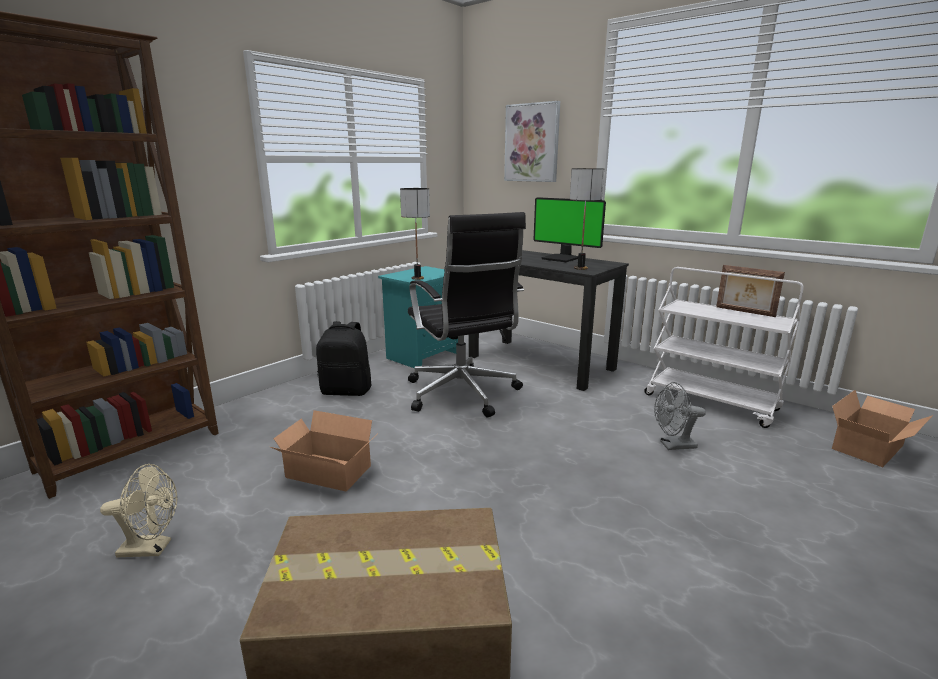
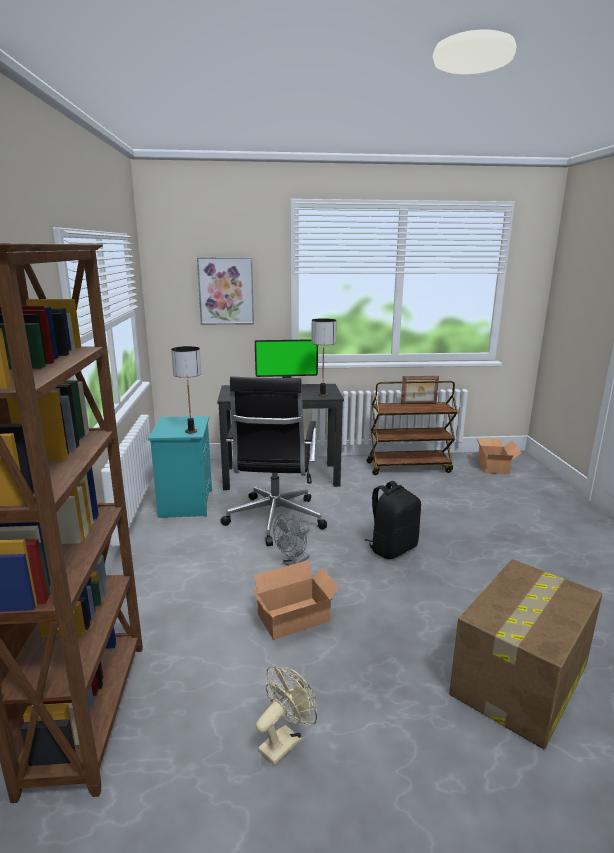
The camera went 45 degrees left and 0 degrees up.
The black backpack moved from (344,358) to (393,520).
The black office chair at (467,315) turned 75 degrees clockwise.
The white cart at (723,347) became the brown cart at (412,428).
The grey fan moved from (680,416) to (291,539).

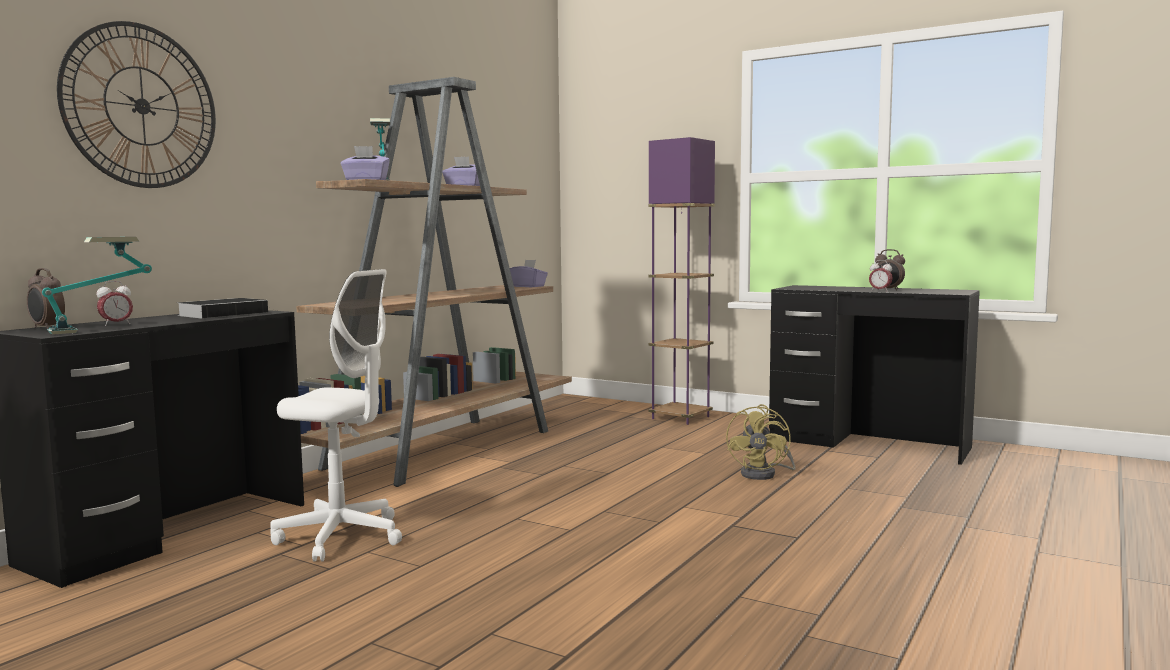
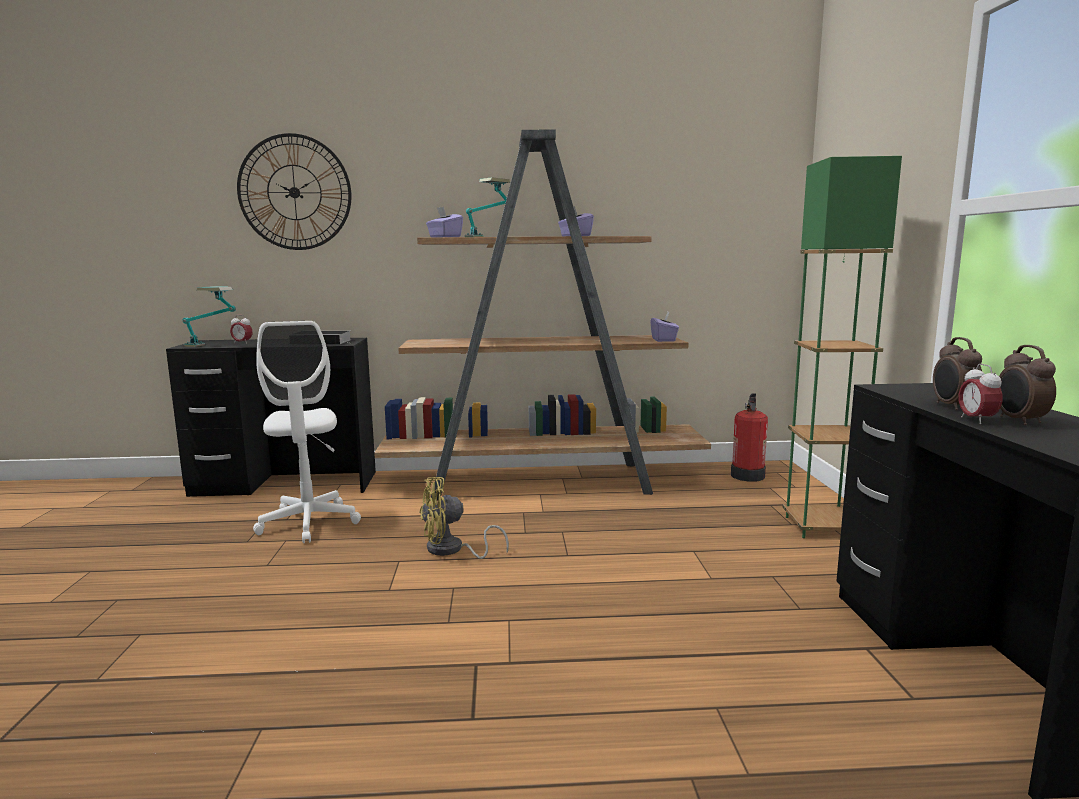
The camera went 55 degrees right and 5 degrees up.
The alarm clock moved from (46,298) to (957,373).
The purple floor lamp at (681,281) became the green floor lamp at (842,347).
The yellow fan moved from (761,442) to (464,518).
The fire extinguisher at (749,438) appeared.

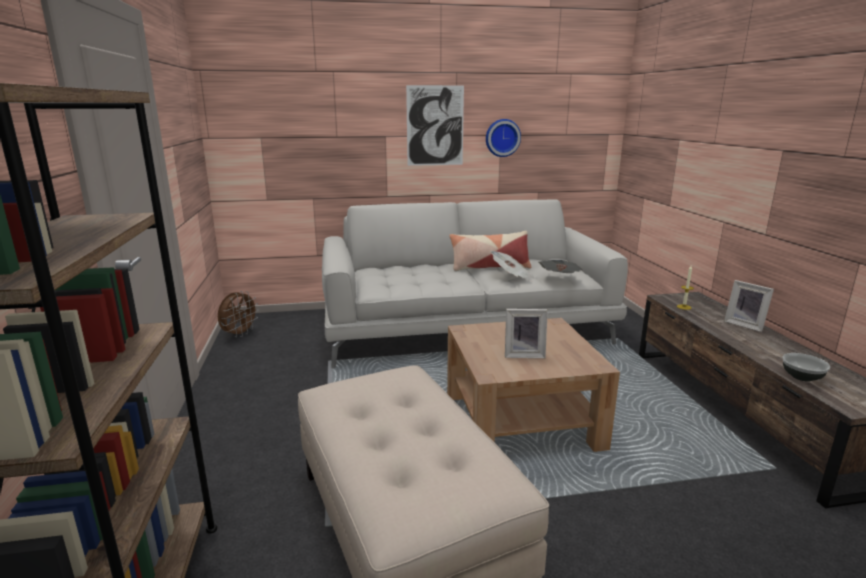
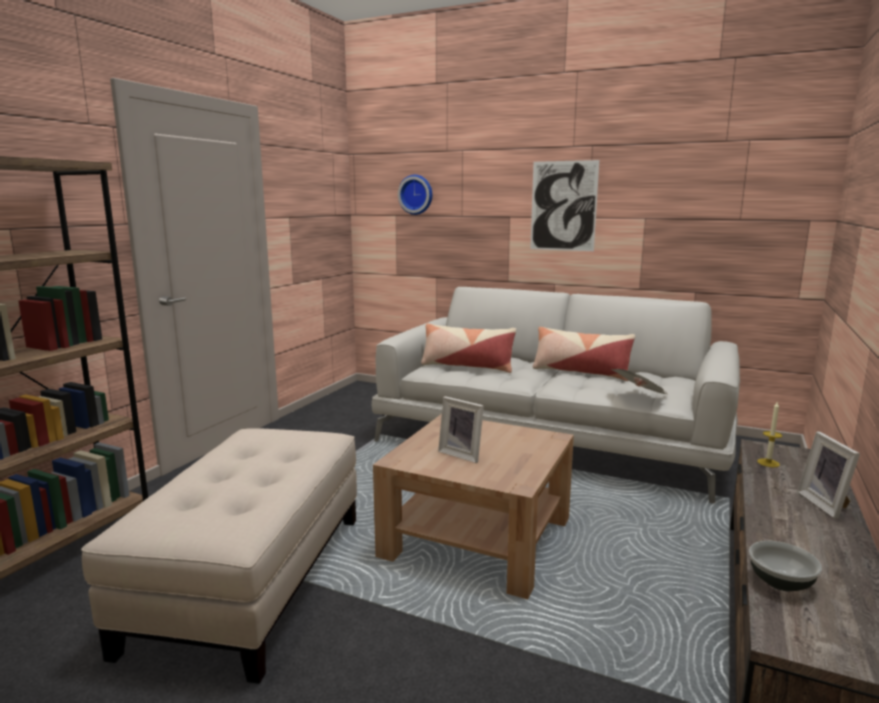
The camera went 35 degrees right and 5 degrees down.
The brown fan at (238,314) disappeared.
The wall clock moved from (503,138) to (415,195).
The newspaper at (511,266) disappeared.
The pillow at (468,348) appeared.

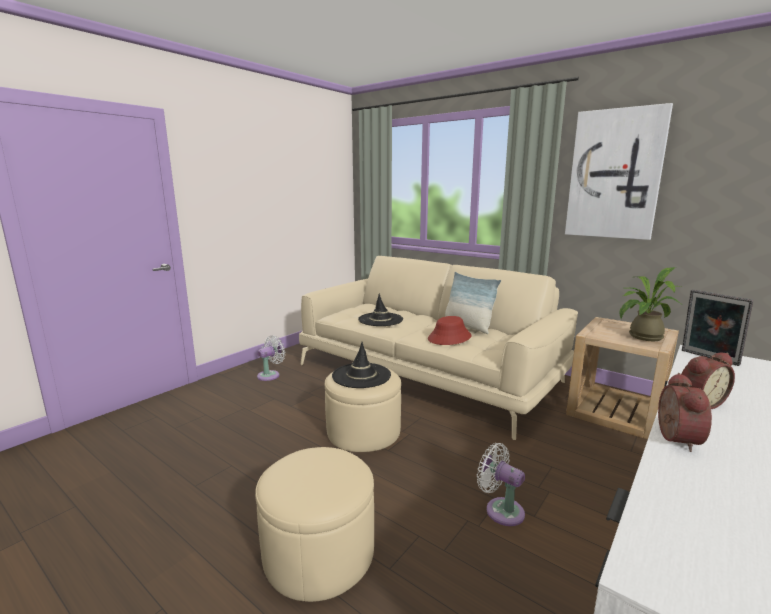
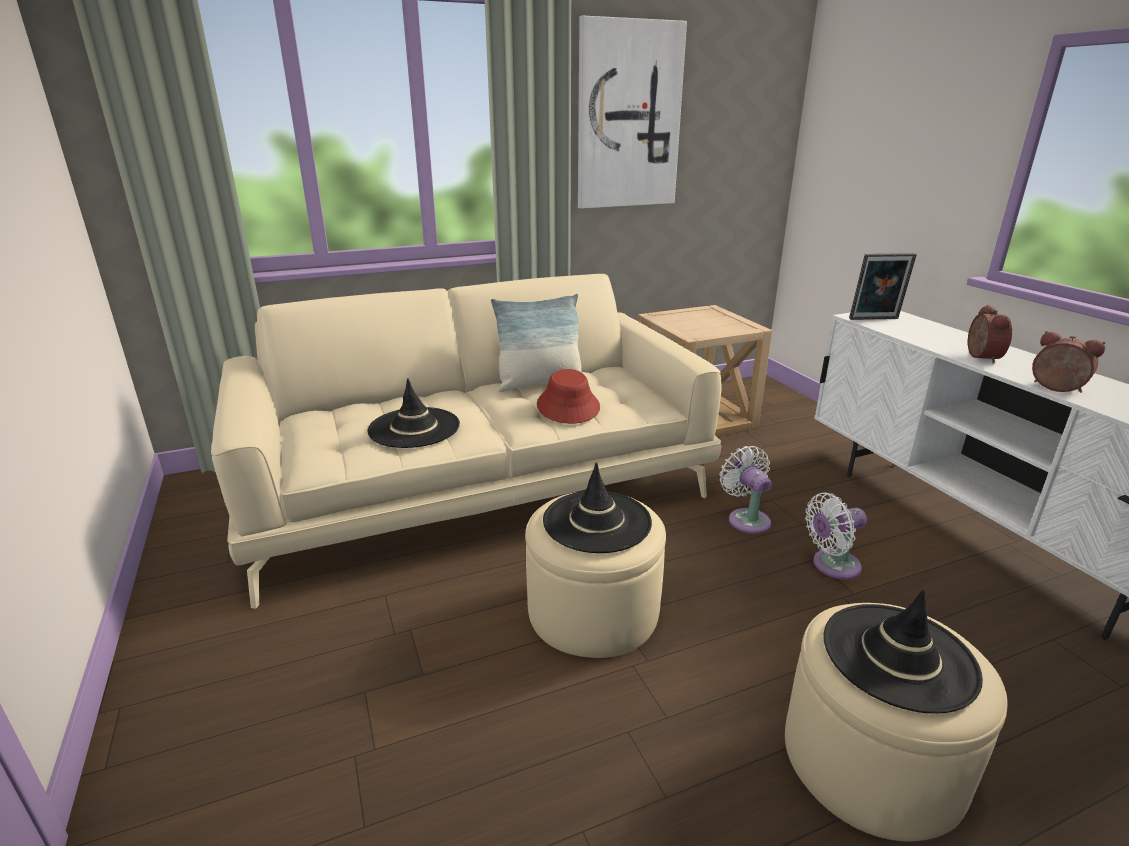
The camera went 60 degrees left and 10 degrees up.
The white fan moved from (271,358) to (746,490).
The potted plant at (650,304) disappeared.
The black hat at (903,651) appeared.

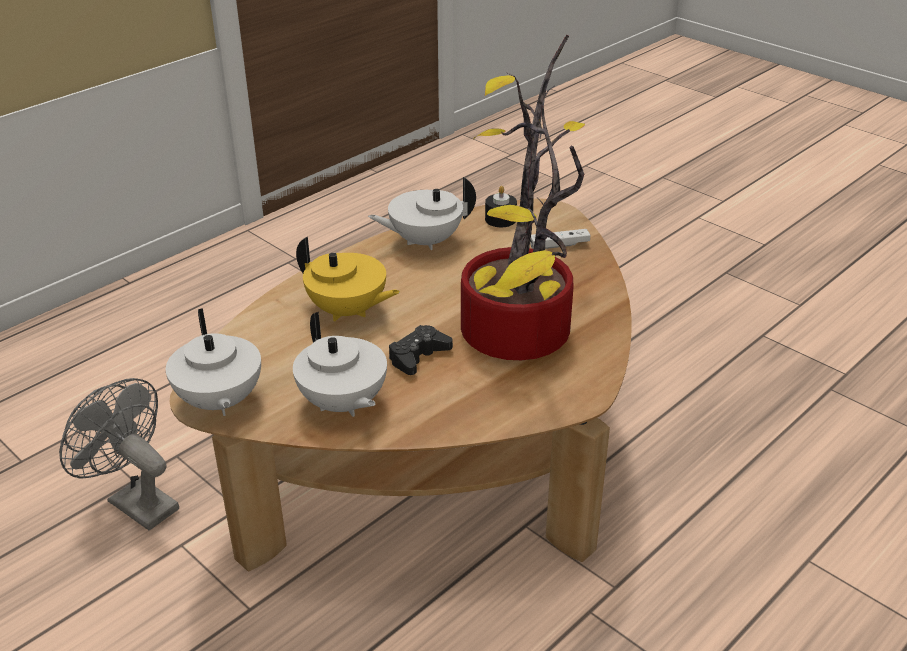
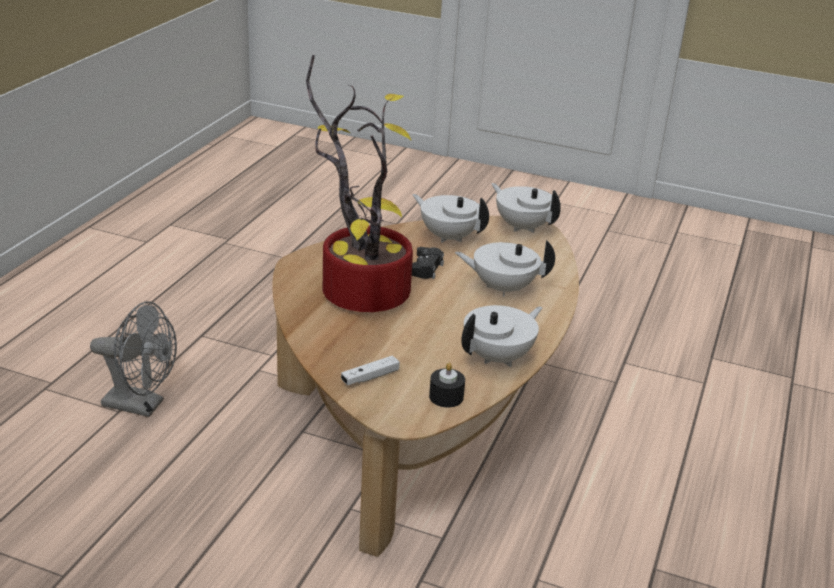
The camera went 155 degrees right and 5 degrees down.
The grey fan moved from (119,454) to (133,359).
The yellow teapot at (348,278) became the white teapot at (505,268).

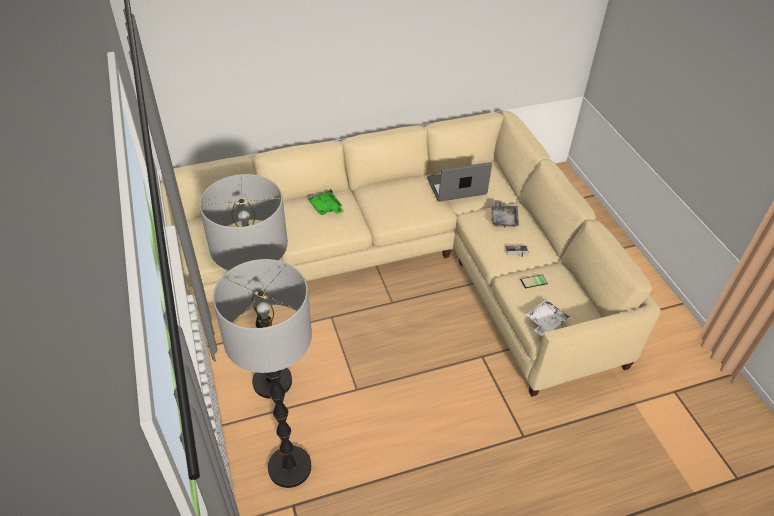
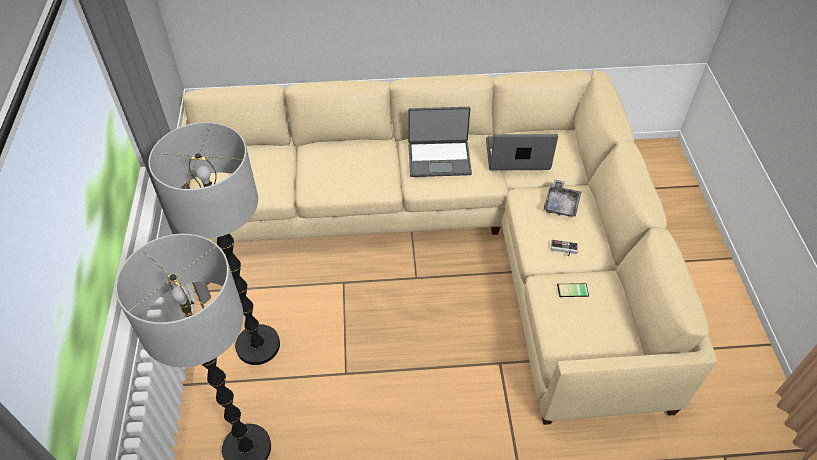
The camera went 15 degrees right and 5 degrees up.
The green tray at (325,202) disappeared.
The white tray at (547,318) disappeared.
The laptop at (440,142) appeared.

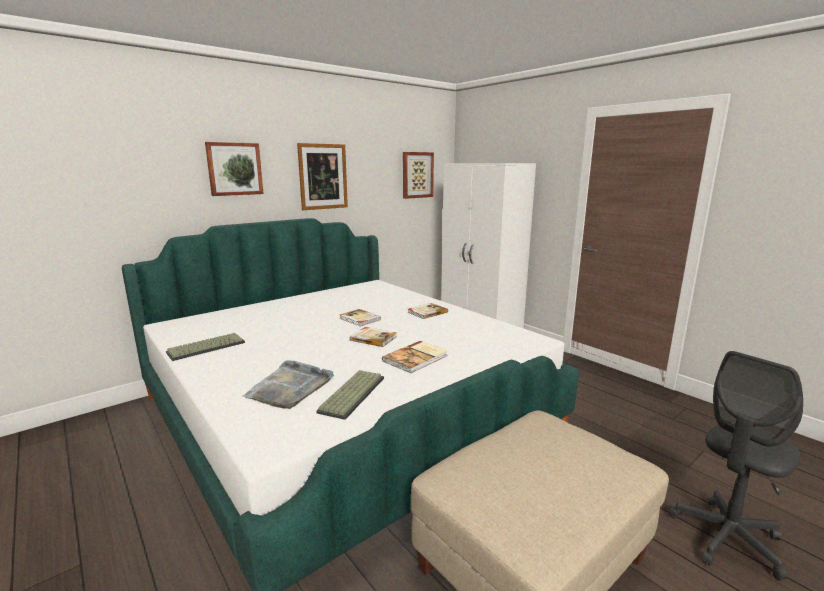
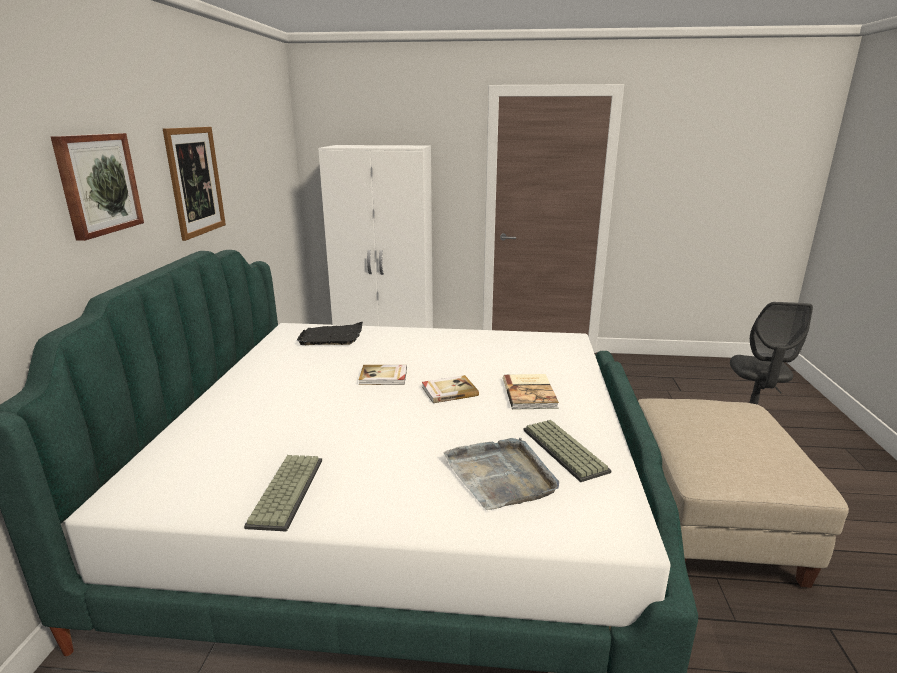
The camera went 45 degrees left and 5 degrees up.
The picture at (418,175) disappeared.
The book at (428,311) disappeared.
The black tray at (330,333) appeared.

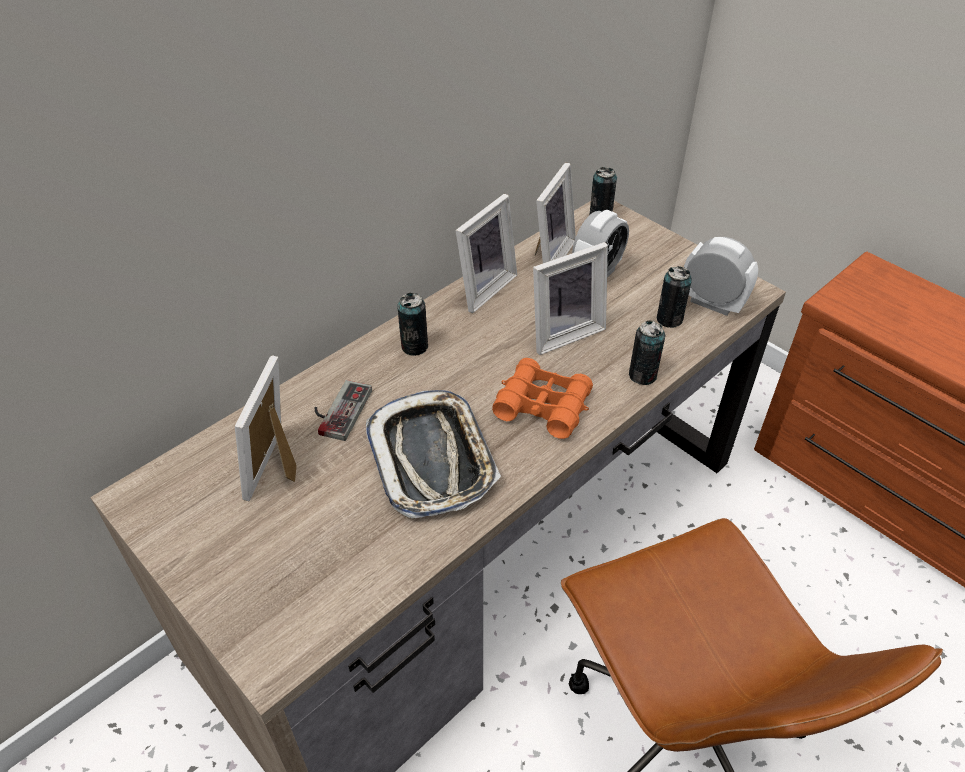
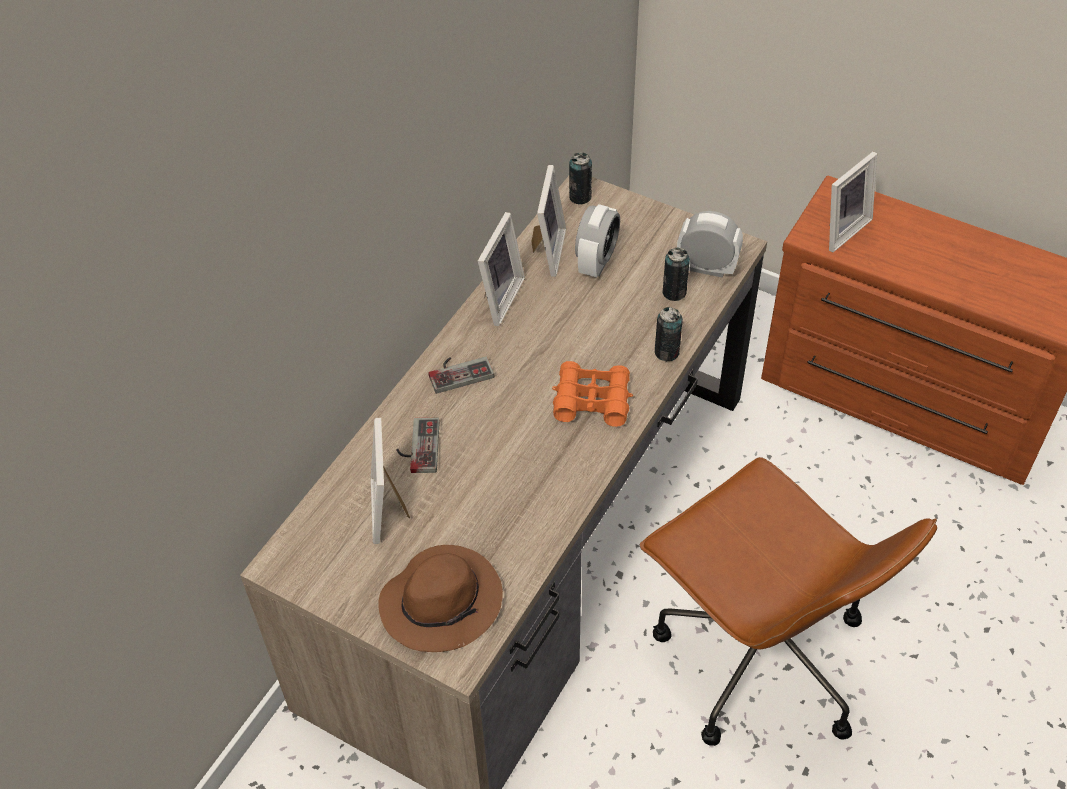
The camera went 15 degrees left and 5 degrees up.
The tray at (433,454) disappeared.
The can at (412,324) was replaced by the game controller at (461,375).
The picture frame moved from (570,298) to (853,202).
The brown hat at (440,598) appeared.

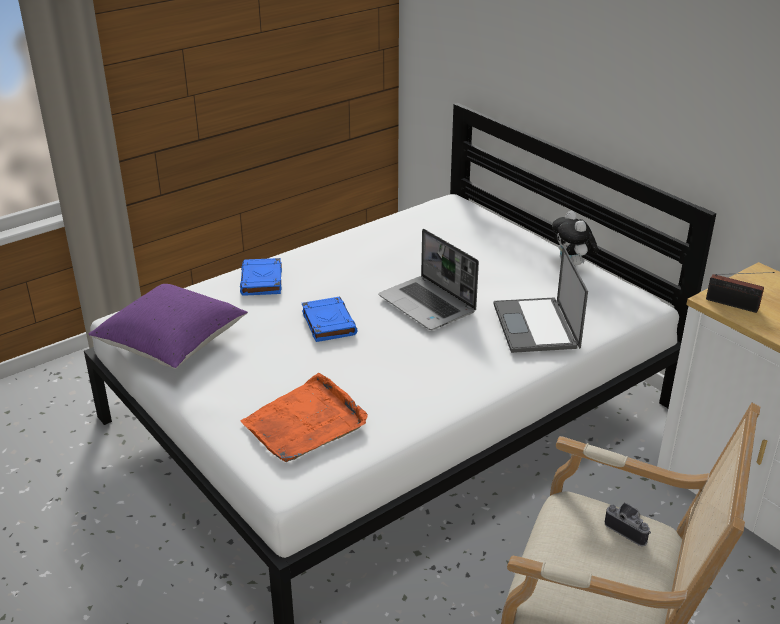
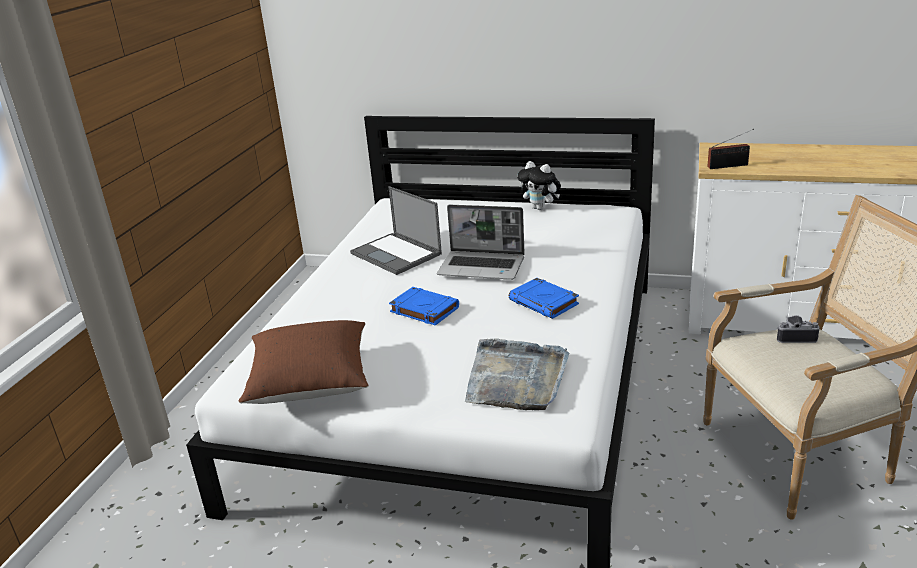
The camera went 35 degrees left and 5 degrees down.
The purple pillow at (168,326) became the brown pillow at (303,362).
The blue book moved from (261,277) to (544,298).
The orange tray at (304,417) became the grey tray at (517,374).
The laptop moved from (541,299) to (396,230).

